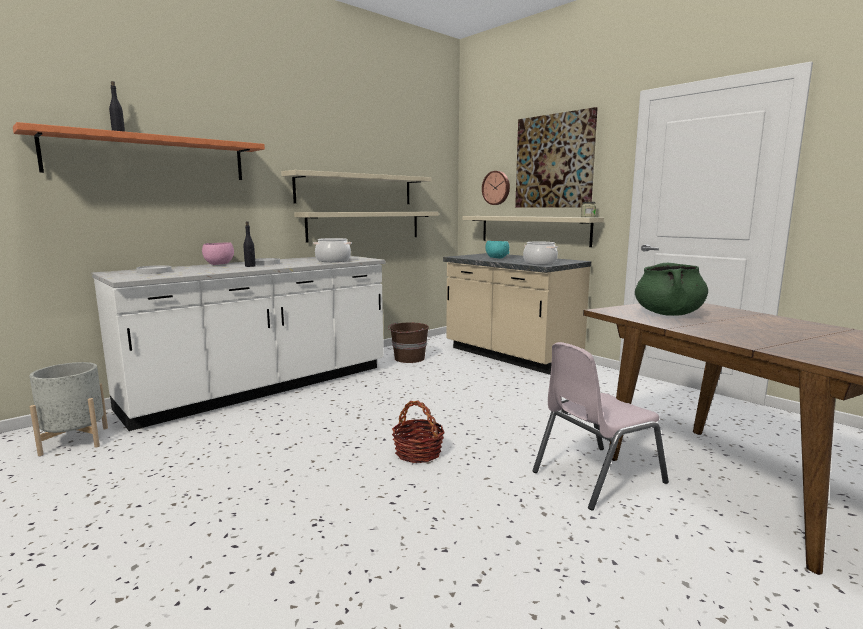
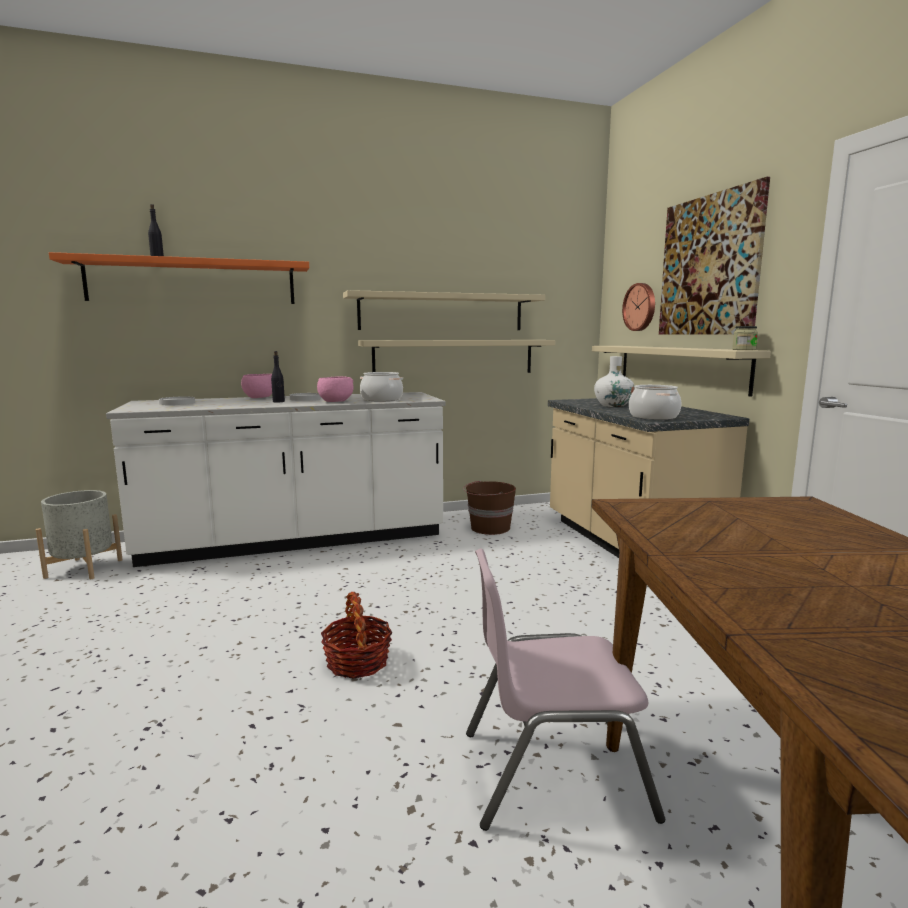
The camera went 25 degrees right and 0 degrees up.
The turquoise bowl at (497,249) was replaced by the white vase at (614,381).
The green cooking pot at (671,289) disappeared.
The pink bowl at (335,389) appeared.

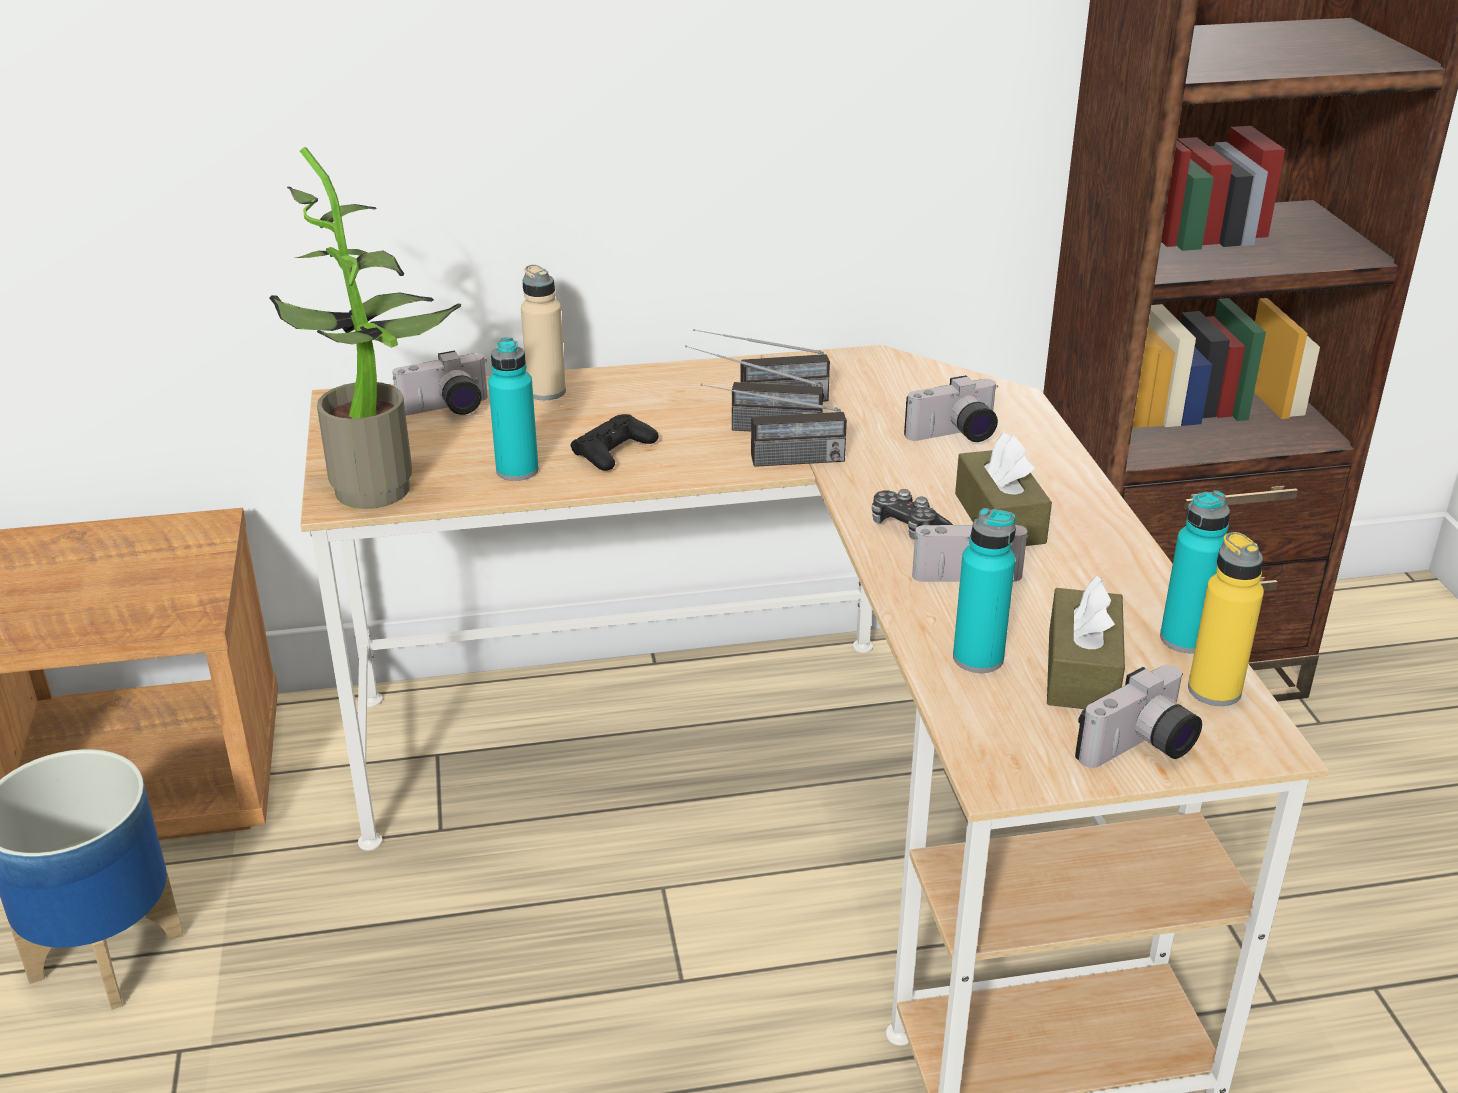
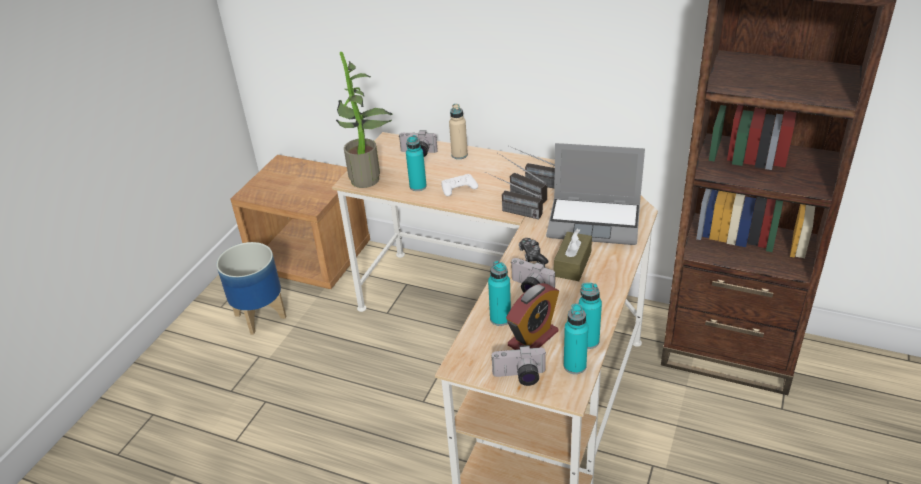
The camera went 35 degrees right and 5 degrees up.
The black game controller at (615,442) became the white game controller at (459,185).
The photo camera at (951,408) was replaced by the laptop at (595,194).
The brown tissue box at (1086,642) was replaced by the alarm clock at (532,316).
The yellow bottle at (1226,619) became the turquoise bottle at (576,338).

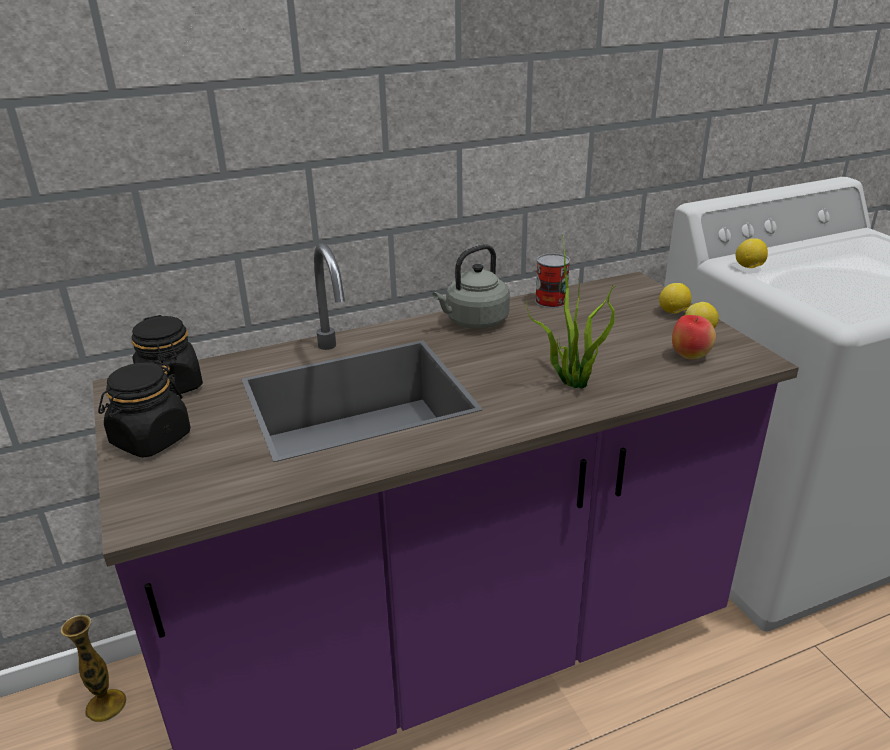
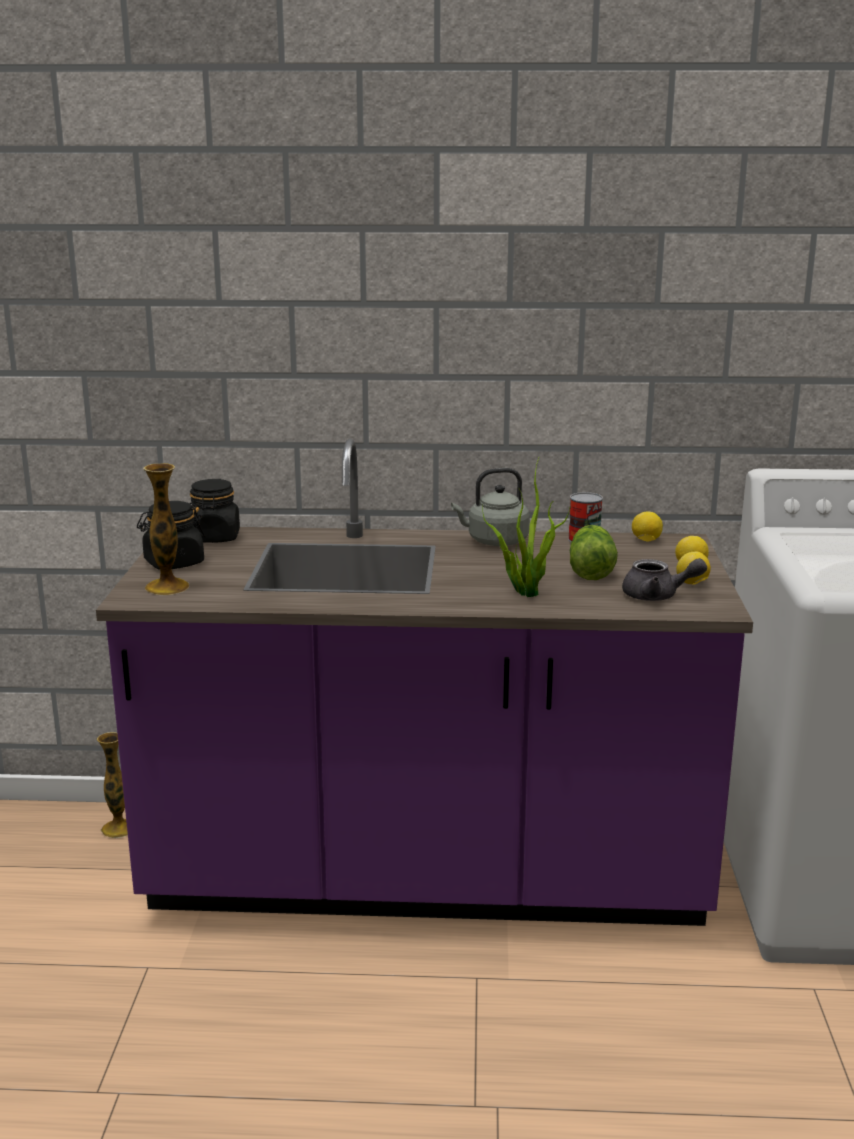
The camera went 25 degrees right and 10 degrees down.
The apple at (694,337) was replaced by the grey teapot at (664,579).
The lemon moved from (751,253) to (647,526).
The vase at (166,529) appeared.
The lettuce at (594,552) appeared.

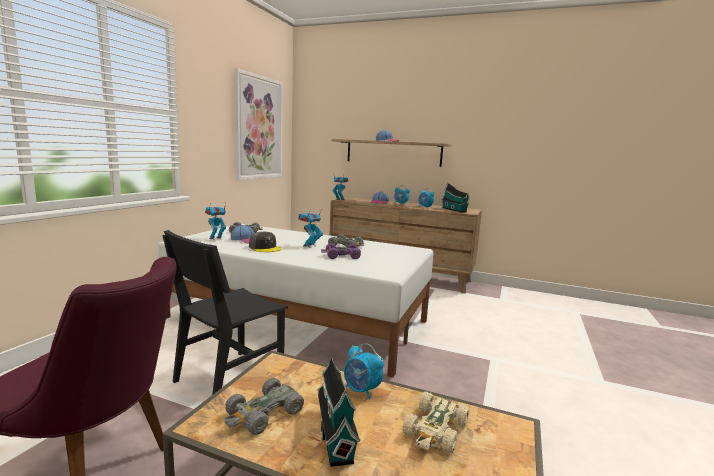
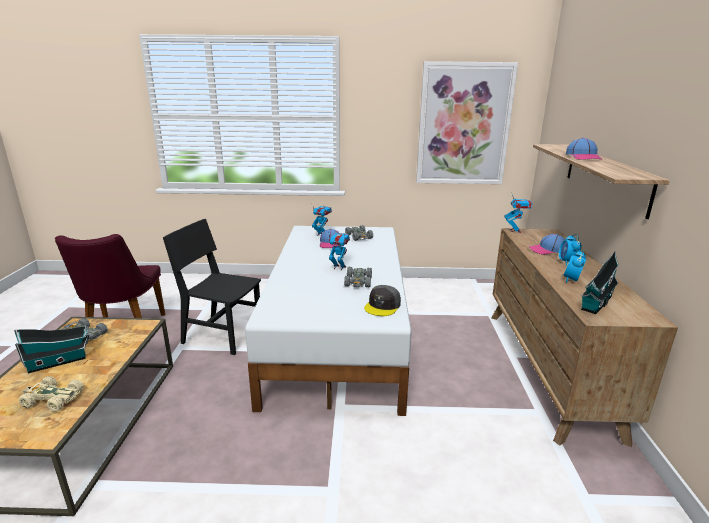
The camera went 70 degrees right and 10 degrees up.
The grey cap moved from (265,242) to (382,300).
The purple toy car at (341,251) disappeared.
The alarm clock at (364,371) disappeared.

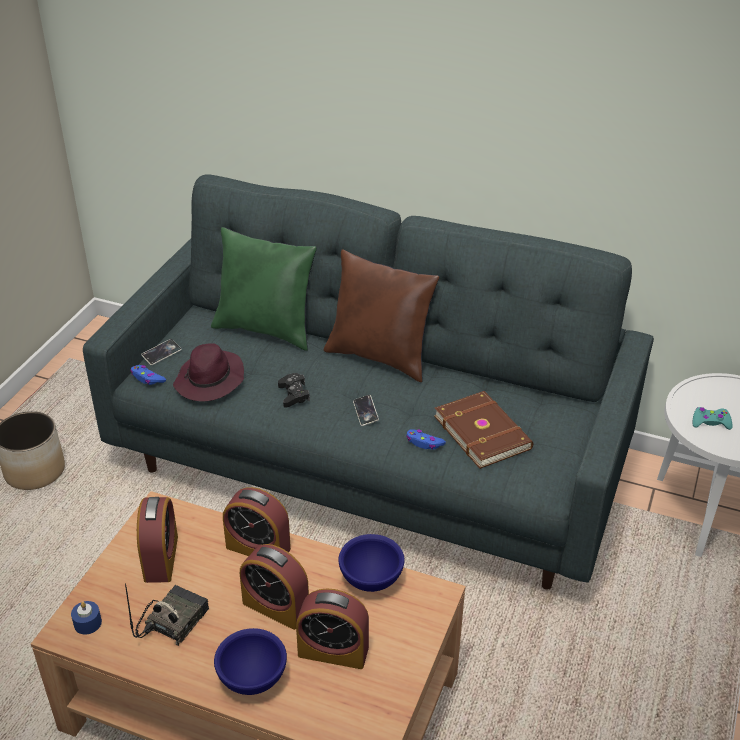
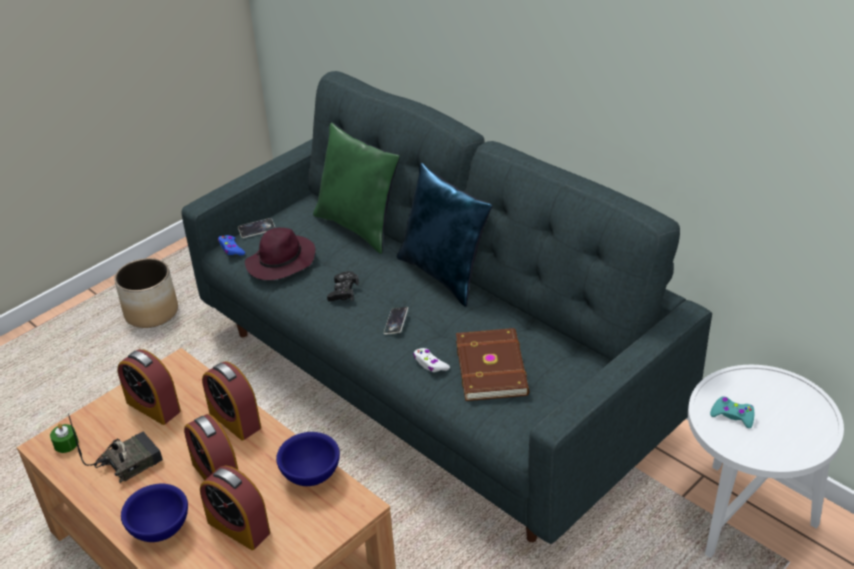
The camera went 25 degrees right and 0 degrees up.
The blue candle at (86,618) became the green candle at (64,438).
The alarm clock at (157,540) turned 105 degrees clockwise.
The brown pillow at (381,316) became the blue pillow at (444,234).
The blue game controller at (426,439) became the white game controller at (431,360).

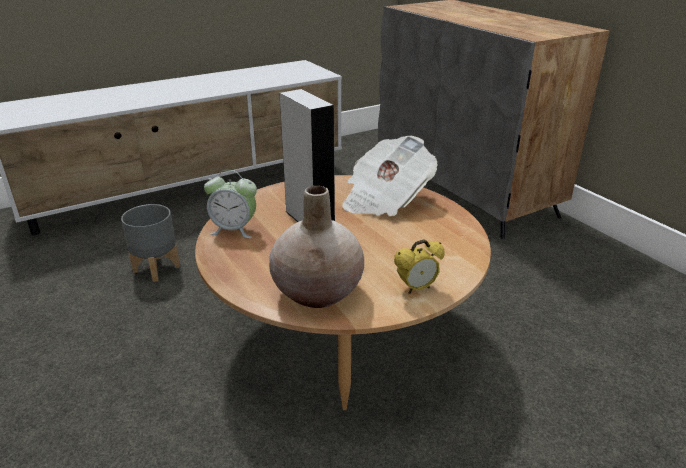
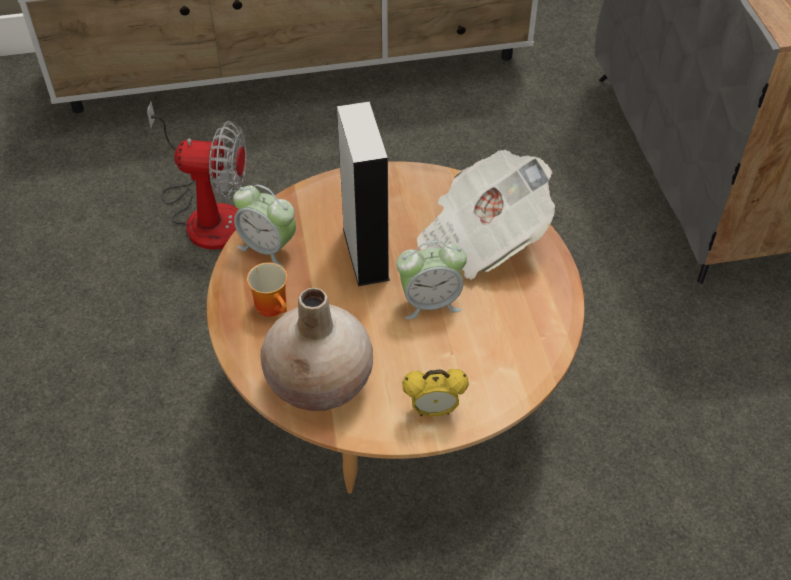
The camera went 20 degrees right and 20 degrees up.
The grey planter at (150,243) was replaced by the fan at (197,176).
The mug at (267,289) appeared.
The alarm clock at (431,280) appeared.

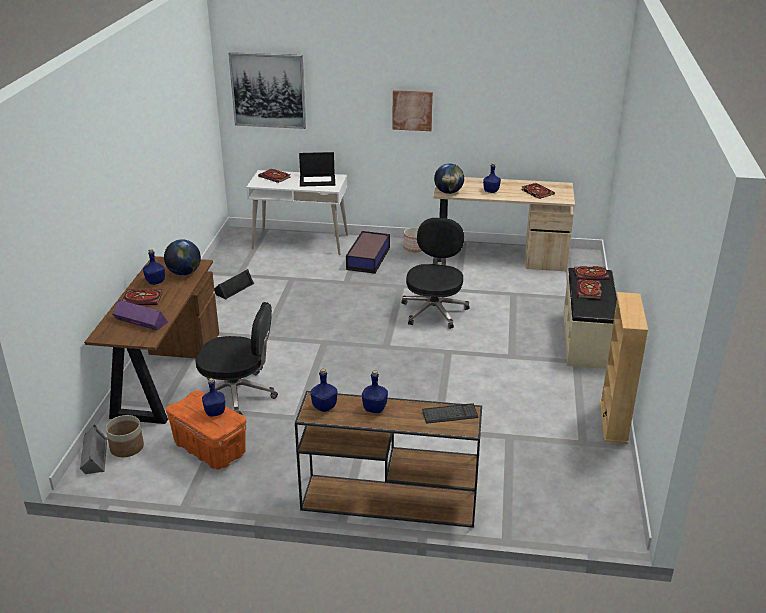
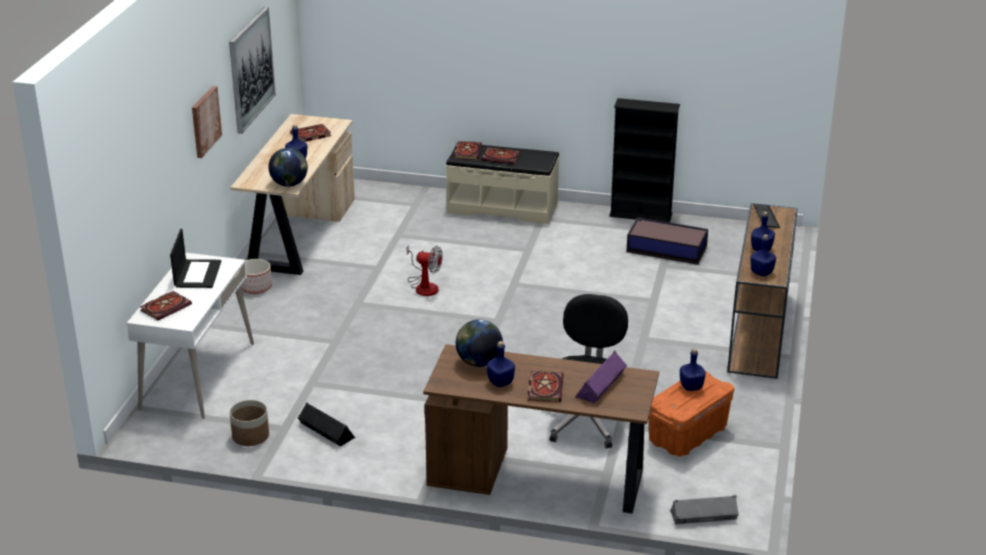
The camera went 85 degrees left and 0 degrees up.
The planter moved from (125,436) to (249,423).
The picture moved from (267,90) to (252,70).
The storage box moved from (368,252) to (667,241).
The black office chair at (435,273) was replaced by the fan at (425,270).
The beige bookcase at (624,368) became the black bookcase at (644,160).

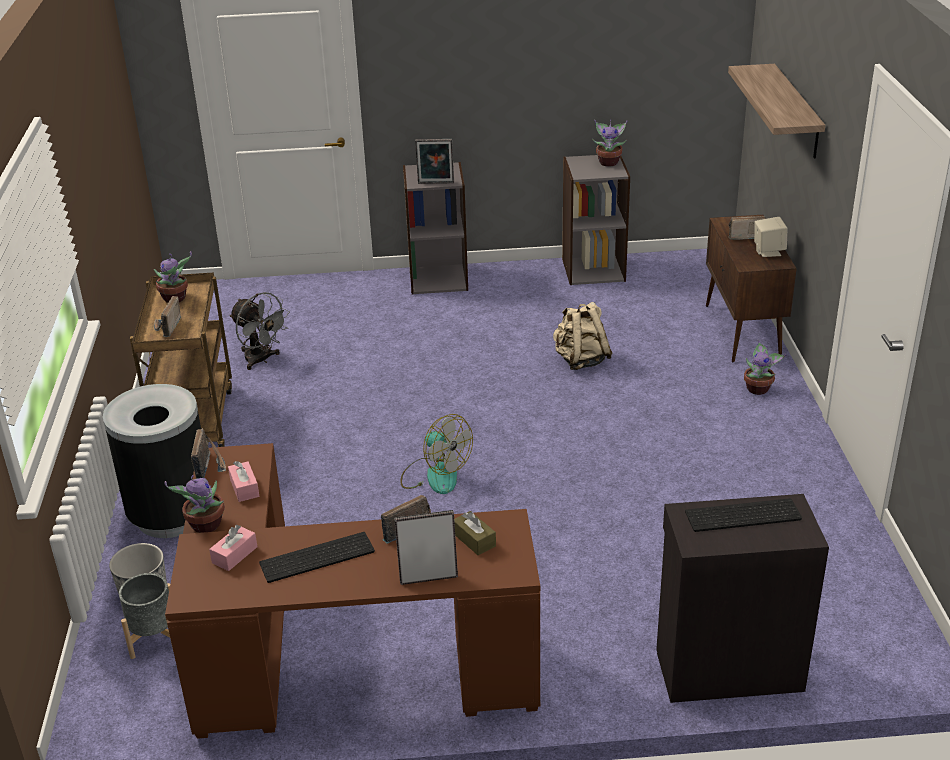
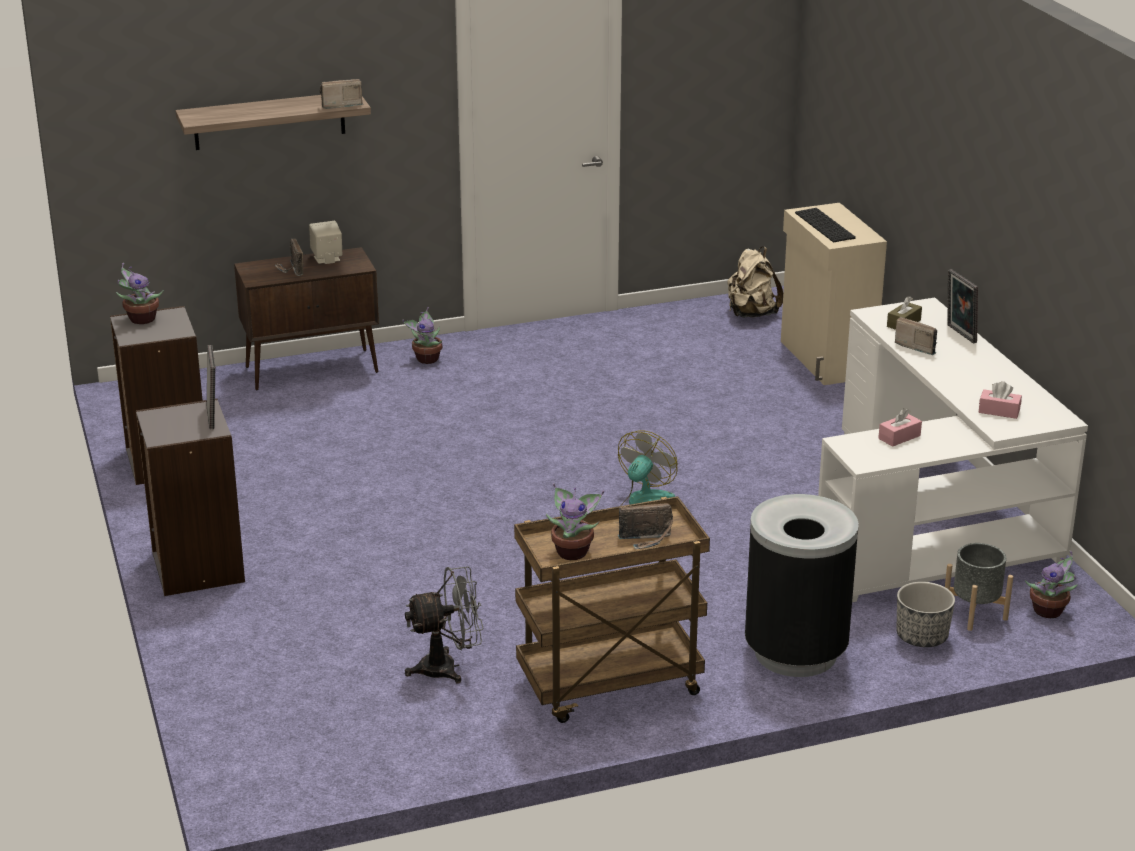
The camera went 105 degrees left and 5 degrees down.
The potted plant moved from (194,504) to (1051,584).
The brown desk at (352,591) became the white desk at (953,450).
The radio moved from (208,453) to (341,94).
The grey fan at (259,331) turned 45 degrees clockwise.
The keyboard at (317,557) disappeared.
The beige backpack moved from (583,336) to (755,282).
The black cabinet at (742,598) became the beige cabinet at (834,294).

